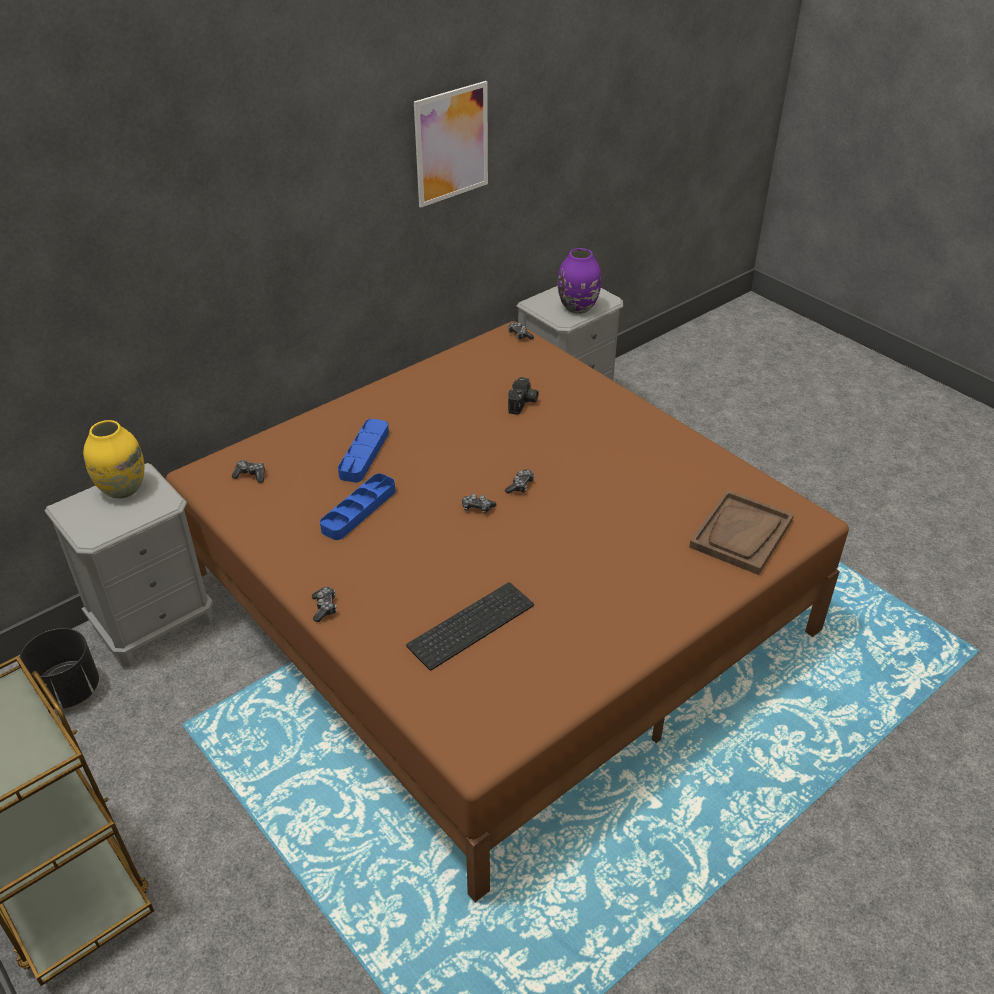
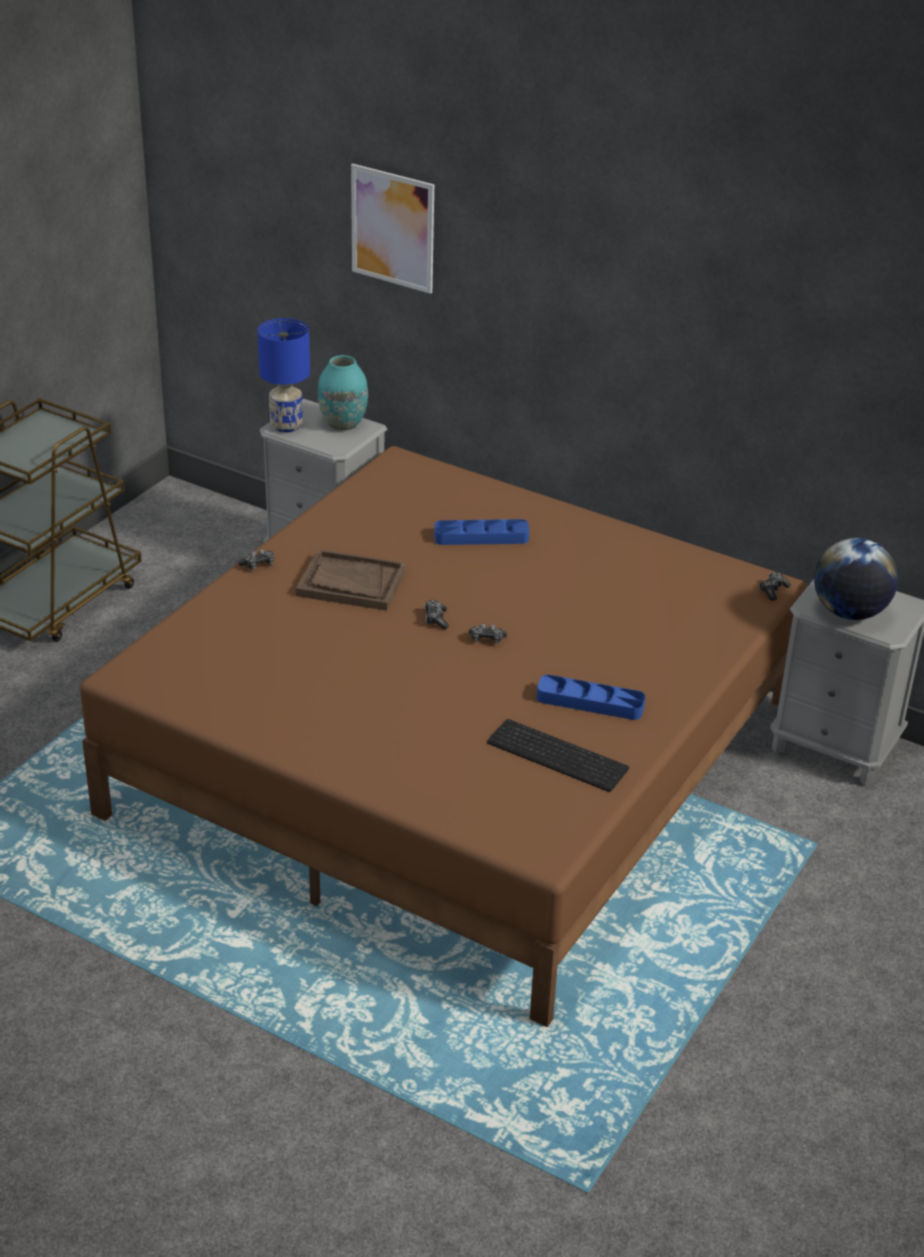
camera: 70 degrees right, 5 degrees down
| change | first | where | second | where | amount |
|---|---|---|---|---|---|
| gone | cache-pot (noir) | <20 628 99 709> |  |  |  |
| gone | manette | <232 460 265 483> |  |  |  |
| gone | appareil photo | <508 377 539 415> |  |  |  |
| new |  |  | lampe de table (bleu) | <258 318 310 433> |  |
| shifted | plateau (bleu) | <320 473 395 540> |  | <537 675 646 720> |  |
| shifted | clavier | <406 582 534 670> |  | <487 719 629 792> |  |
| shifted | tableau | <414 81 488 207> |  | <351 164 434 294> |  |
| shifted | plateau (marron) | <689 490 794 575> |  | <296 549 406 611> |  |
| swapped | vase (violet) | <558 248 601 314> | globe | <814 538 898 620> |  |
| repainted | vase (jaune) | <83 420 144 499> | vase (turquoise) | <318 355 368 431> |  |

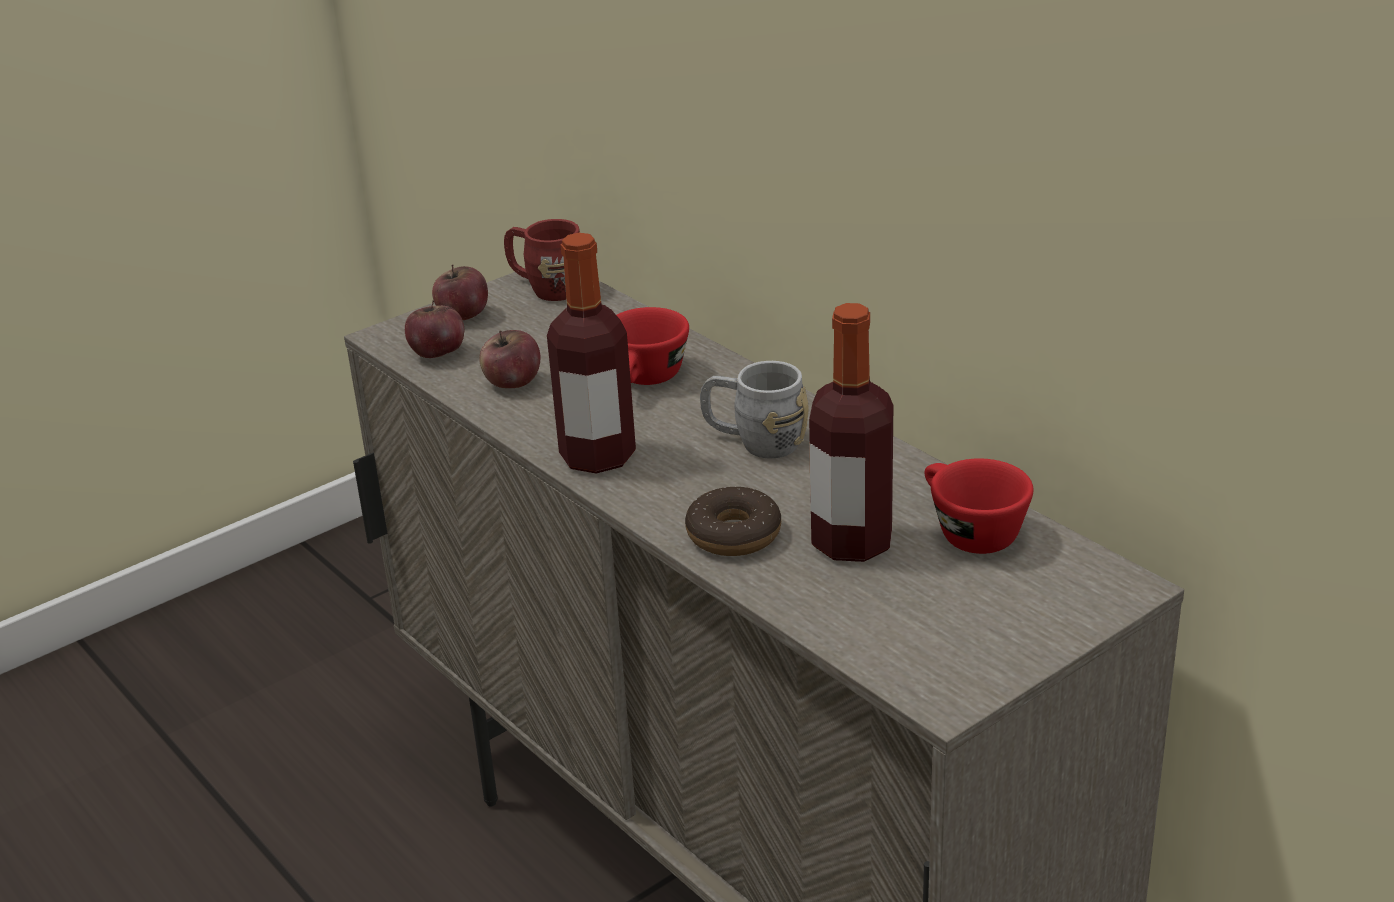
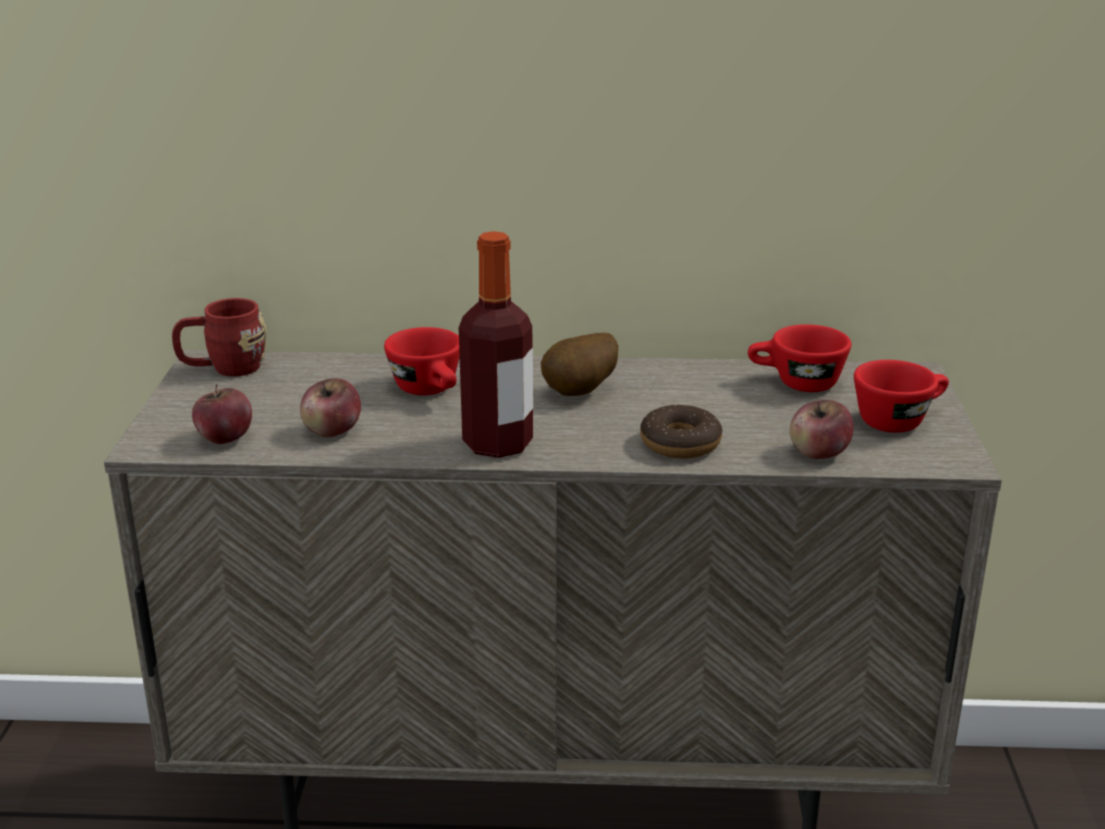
camera: 50 degrees left, 5 degrees down
| change | first | where | second | where | amount |
|---|---|---|---|---|---|
| gone | bouteille | <809 303 893 562> |  |  |  |
| new |  |  | tasse (rouge) | <854 360 949 433> |  |
| shifted | pomme | <432 264 488 320> |  | <790 400 854 459> |  |
| swapped | mug (gris) | <700 361 809 458> | pomme de terre | <541 333 618 396> |  |

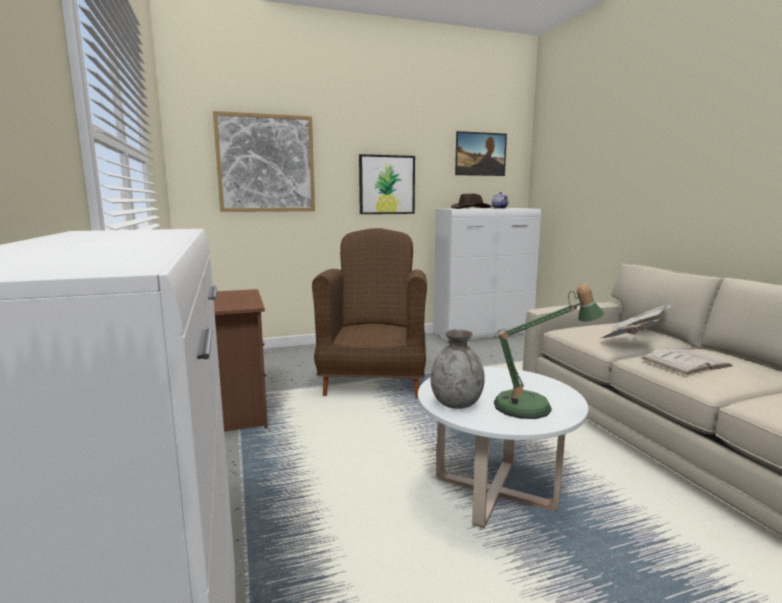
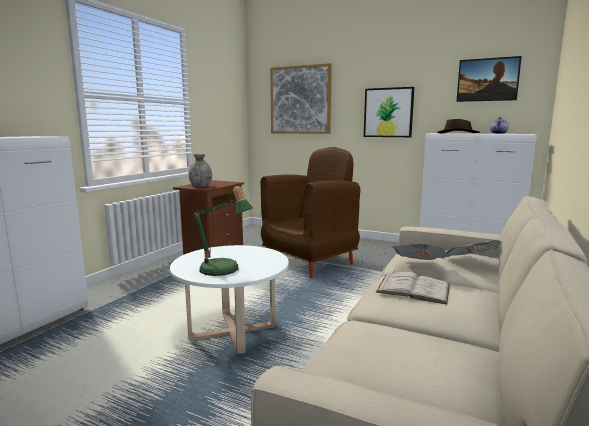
camera: 45 degrees right, 0 degrees up
| change | first | where | second | where | amount |
|---|---|---|---|---|---|
| shifted | vase (gris) | <430 329 485 409> |  | <189 154 212 187> |  |

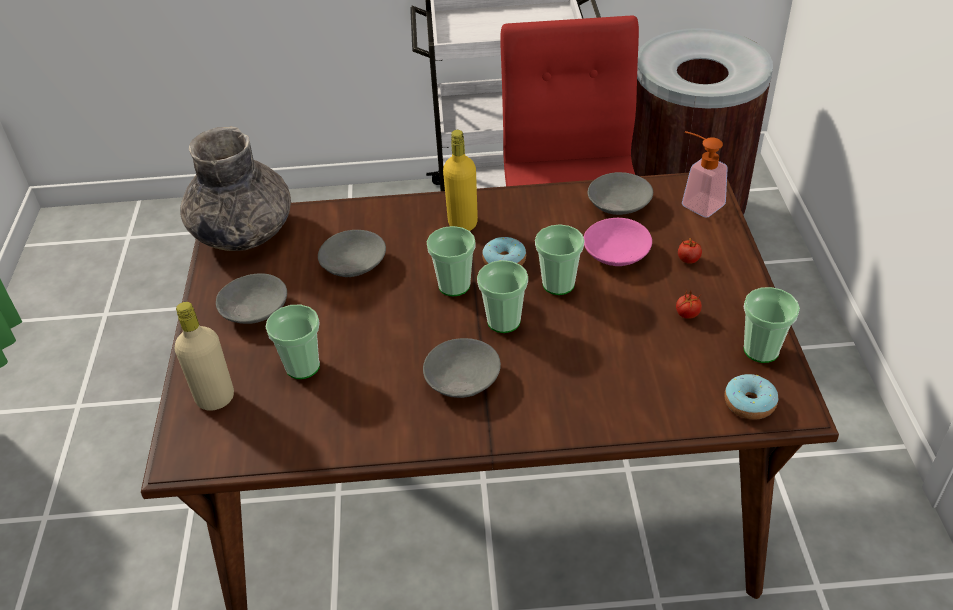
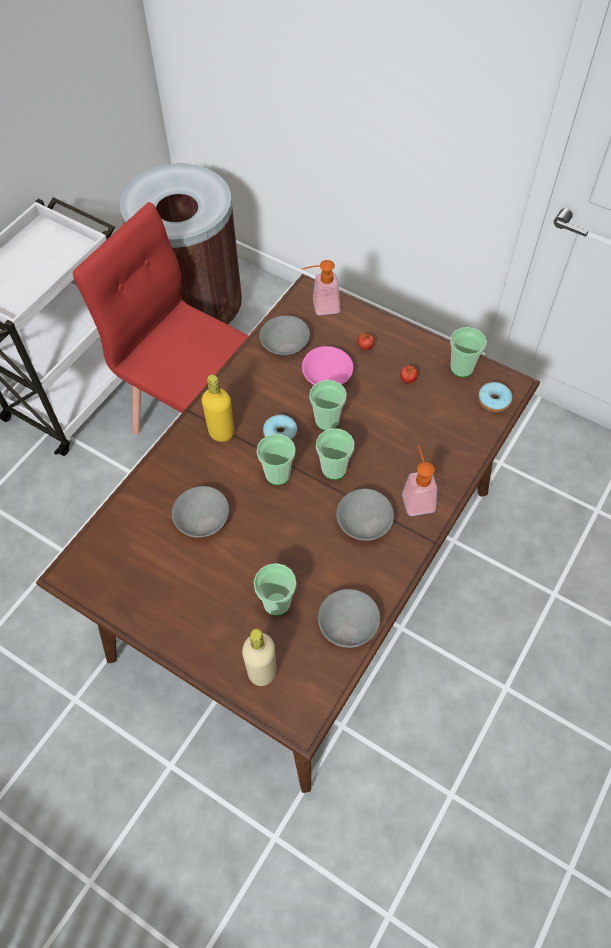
camera: 55 degrees left, 15 degrees up
| change | first | where | second | where | amount |
|---|---|---|---|---|---|
| gone | vase (gris) | <180 126 291 251> |  |  |  |
| new |  |  | distributeur de savon | <402 445 437 516> |  |
| shifted | bol (gris) | <216 273 287 324> |  | <318 589 380 648> |  |

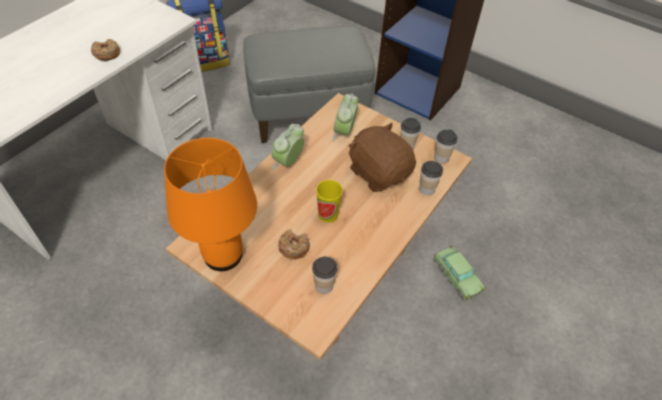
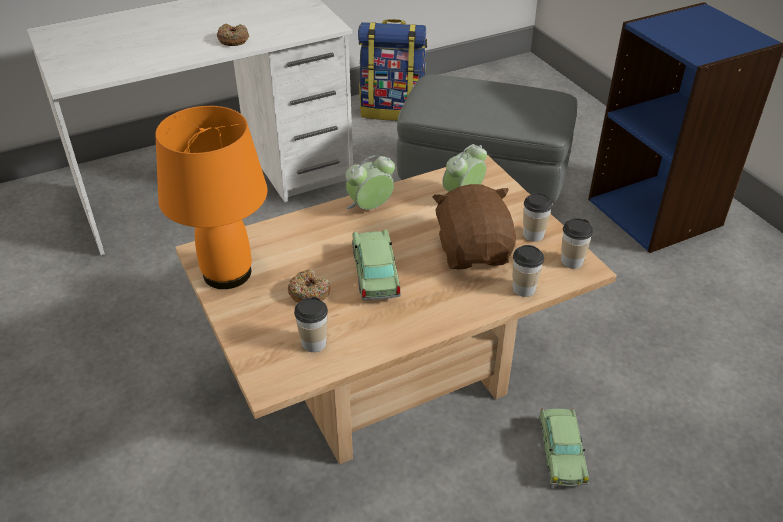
camera: 30 degrees right, 10 degrees down
| change | first | where | second | where | amount |
|---|---|---|---|---|---|
| swapped | tasse | <316 180 343 223> | petite voiture | <352 229 401 300> |  |

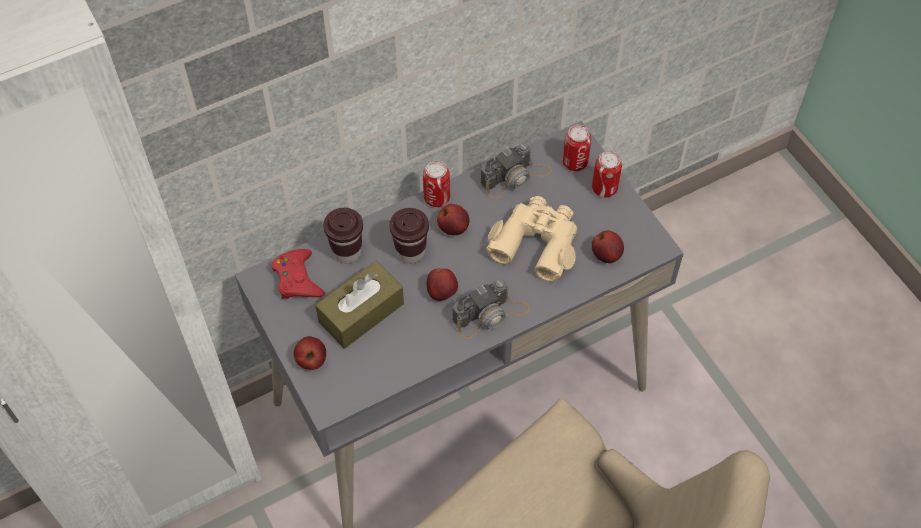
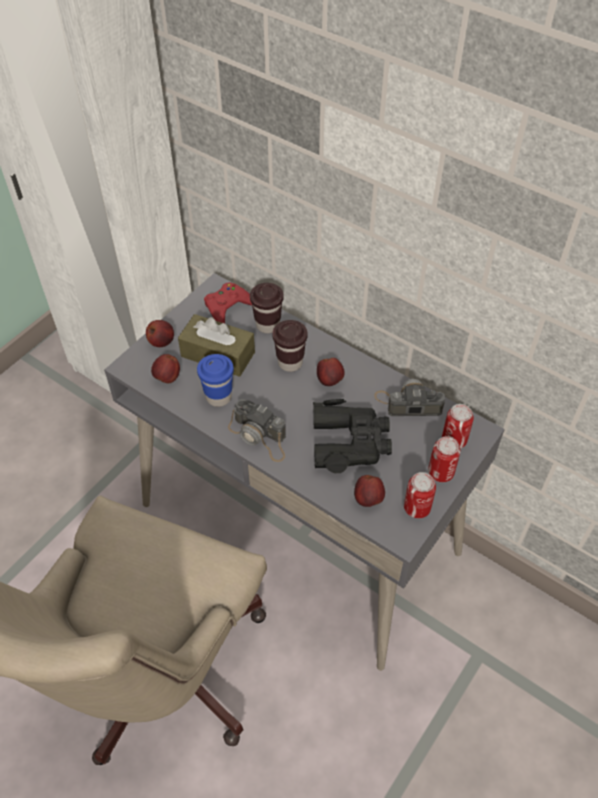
camera: 65 degrees right, 5 degrees down
| change | first | where | second | where | amount |
|---|---|---|---|---|---|
| new |  |  | tasse (bleu) | <197 354 234 407> |  |
| shifted | boîte métallique | <423 161 450 207> |  | <404 472 436 518> |  |
| shifted | pomme | <427 269 458 301> |  | <151 354 180 383> |  |
| repainted | jumelles (beige) | <486 196 577 282> | jumelles (noir) | <313 399 392 473> |  |
| rotated | appareil photo | <480 143 551 199> |  | <374 379 445 416> | 150 degrees clockwise |

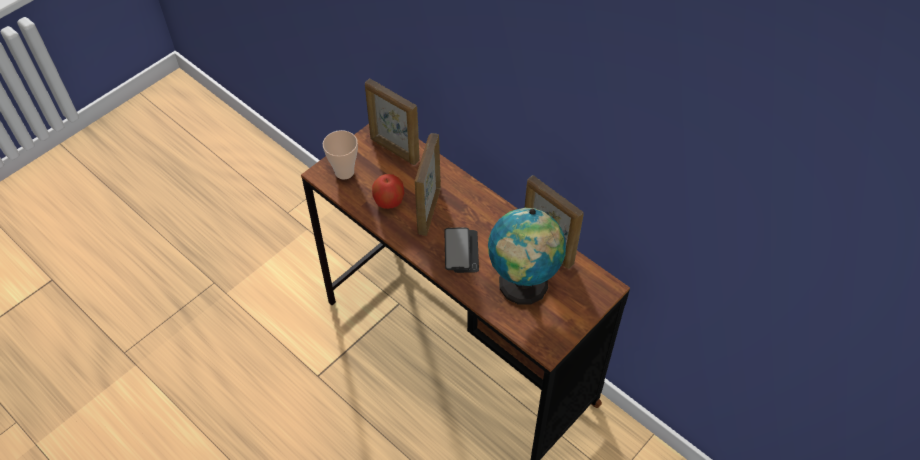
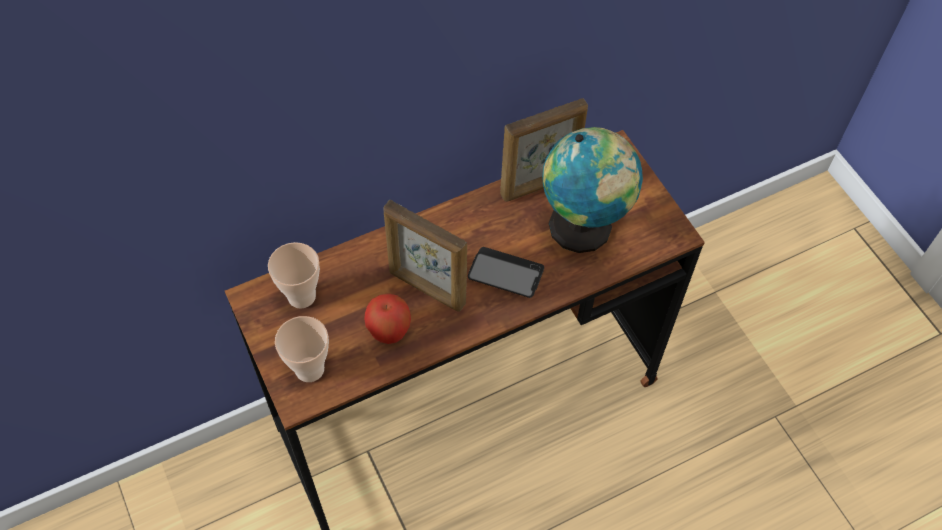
camera: 70 degrees left, 5 degrees up
| change | first | where | second | where | amount |
|---|---|---|---|---|---|
| swapped | cadre photo | <365 79 420 165> | tasse | <268 242 320 308> |  |

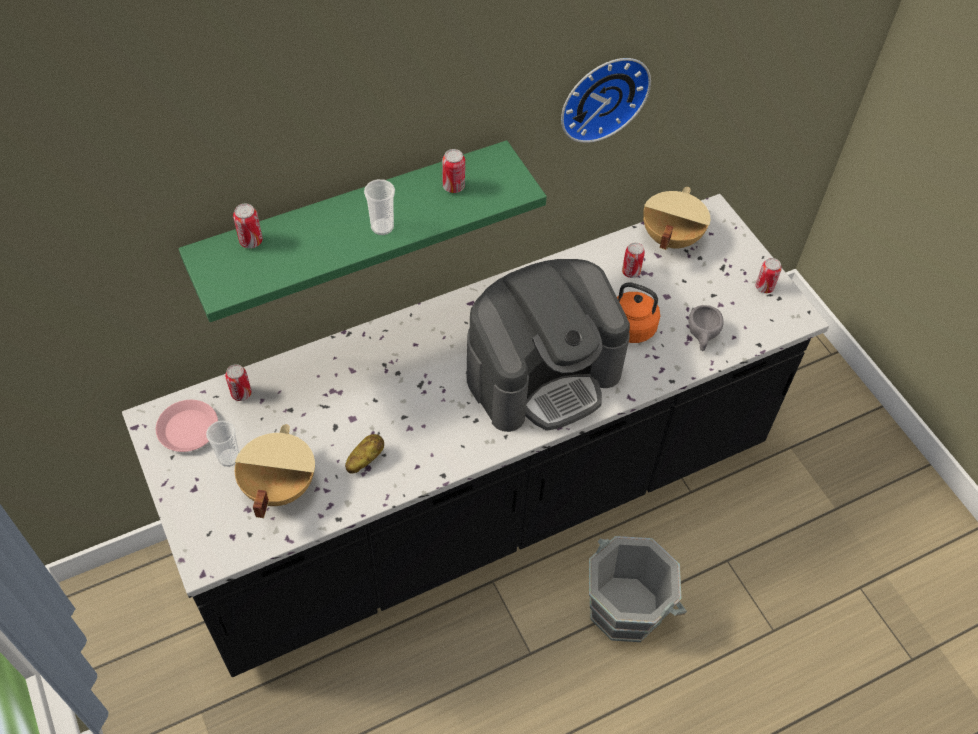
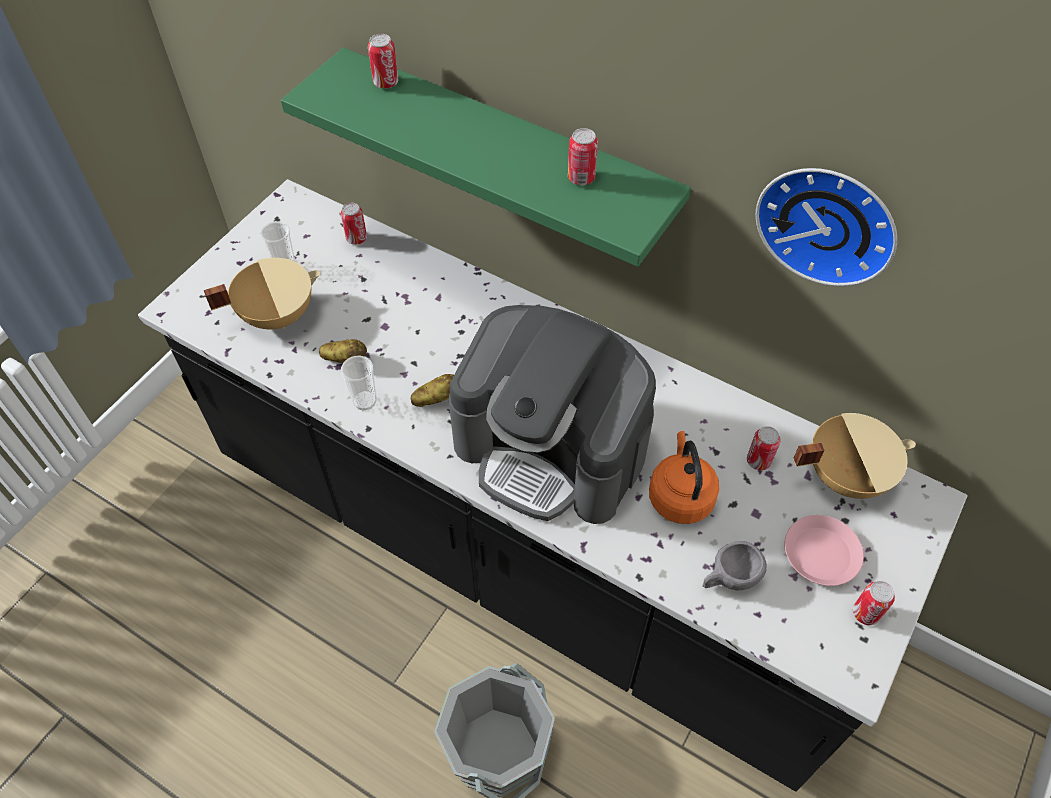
camera: 60 degrees right, 0 degrees up
| change | first | where | second | where | amount |
|---|---|---|---|---|---|
| new |  |  | pomme de terre | <411 374 454 407> |  |
| shifted | assiette (rose) | <156 400 218 452> |  | <784 515 864 586> |  |
| shifted | tasse | <364 179 395 235> |  | <341 356 377 410> |  |

